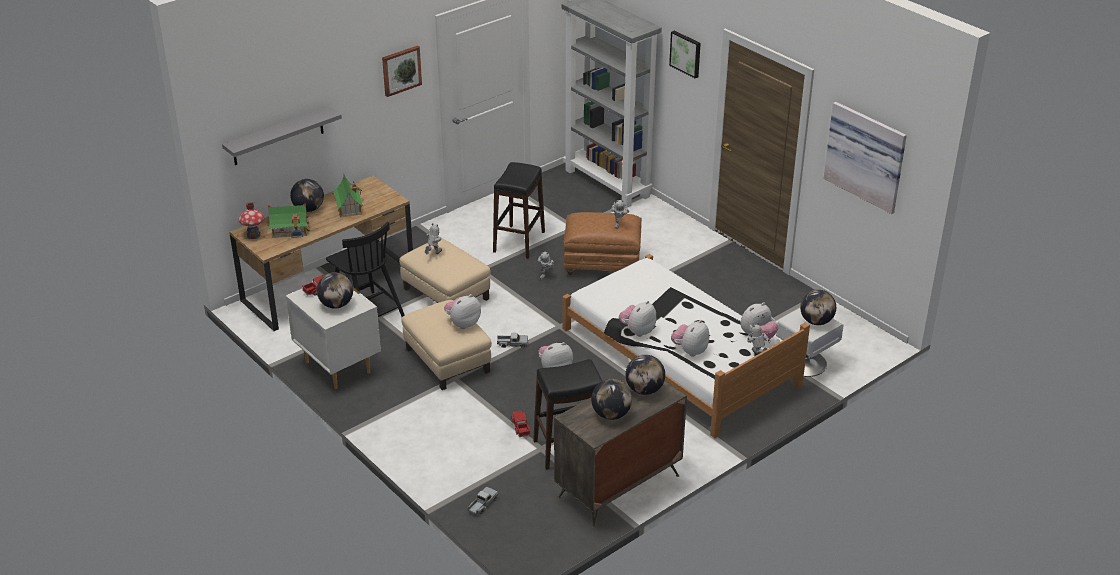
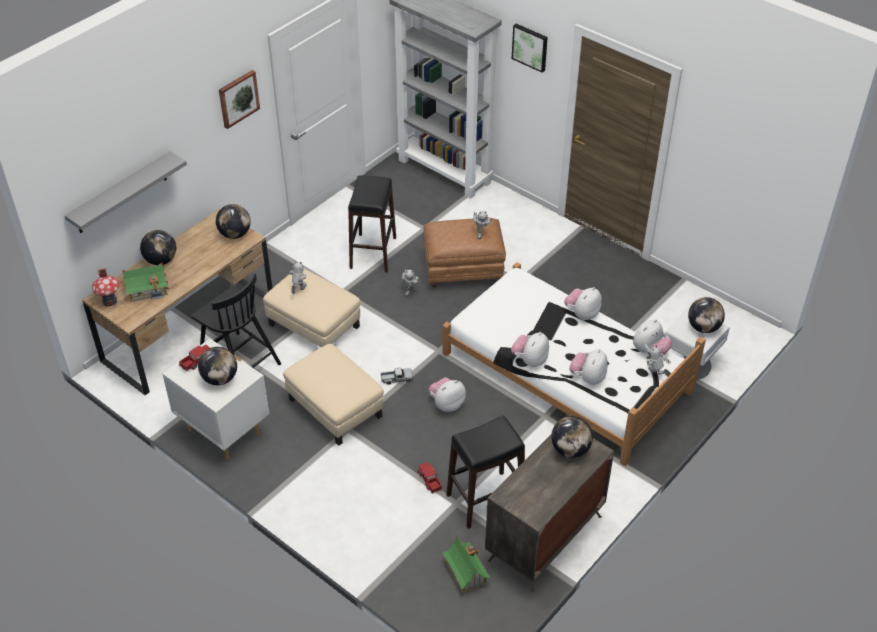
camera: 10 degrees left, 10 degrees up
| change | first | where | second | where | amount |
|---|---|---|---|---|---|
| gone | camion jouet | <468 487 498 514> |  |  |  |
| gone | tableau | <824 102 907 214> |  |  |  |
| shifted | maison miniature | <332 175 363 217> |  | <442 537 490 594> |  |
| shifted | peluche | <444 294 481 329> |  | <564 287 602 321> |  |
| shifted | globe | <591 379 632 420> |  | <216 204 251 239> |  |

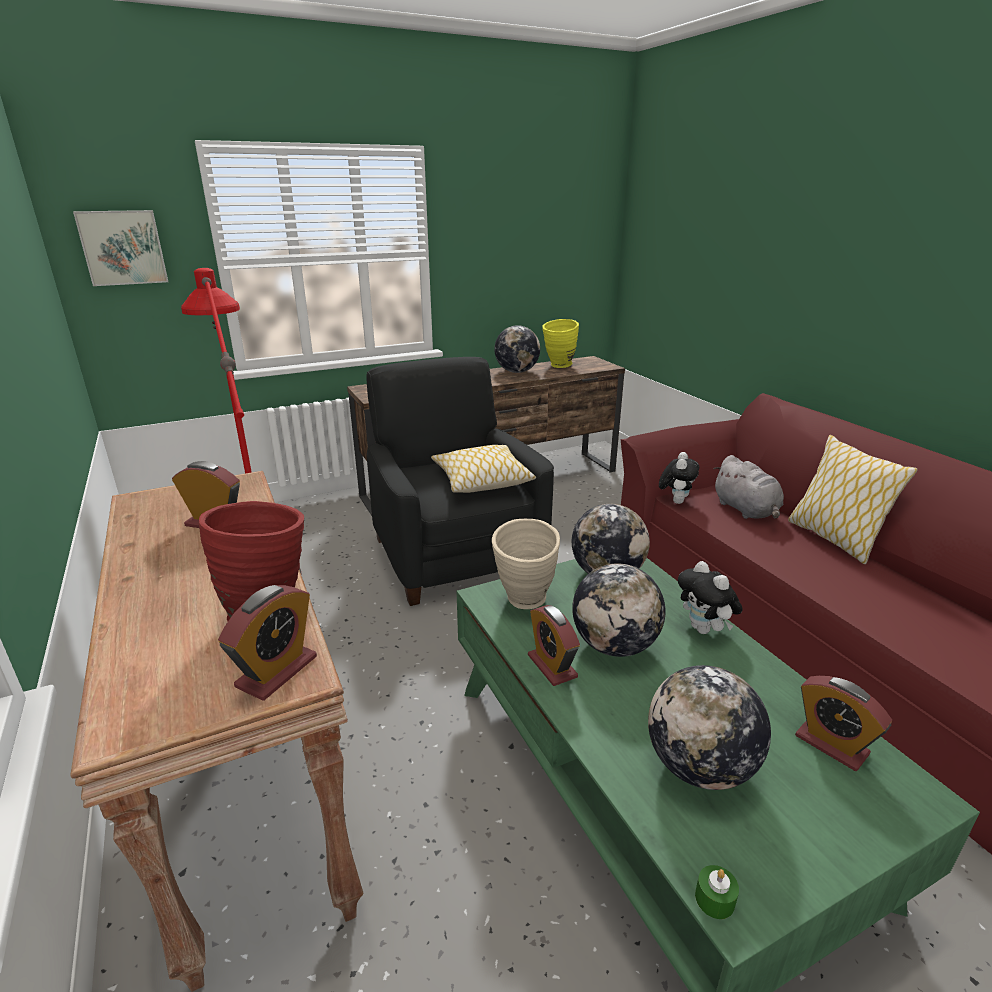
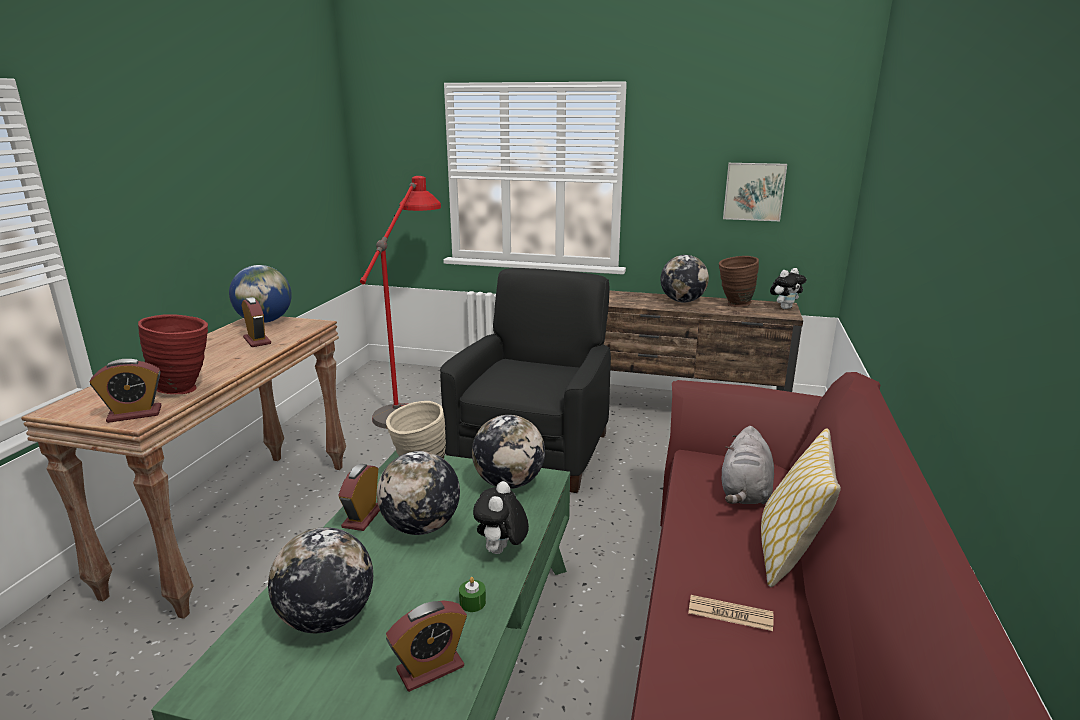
camera: 40 degrees right, 5 degrees down
| change | first | where | second | where | amount |
|---|---|---|---|---|---|
| gone | coussin | <431 445 536 493> |  |  |  |
| new |  |  | globe | <229 265 292 323> |  |
| new |  |  | journal | <688 595 774 631> |  |
| shifted | tableau | <73 210 168 286> |  | <723 163 787 221> |  |
| shifted | peluche | <659 452 699 504> |  | <770 268 807 309> |  |
| shifted | bougie (vert) | <695 865 739 919> |  | <459 577 486 612> |  |
| repainted | vase (jaune) | <542 319 579 368> | vase (marron) | <719 256 759 307> |  |
| rotated | réveil | <795 676 892 771> |  | <386 600 467 692> | 120 degrees counterclockwise |

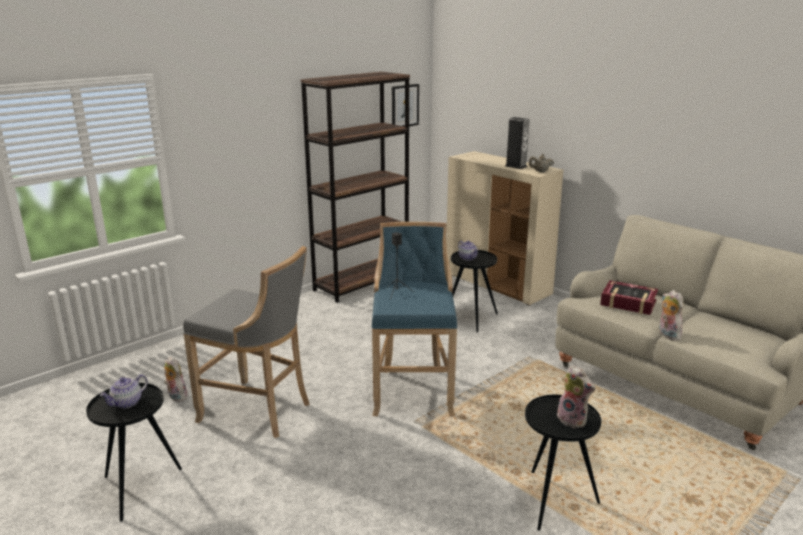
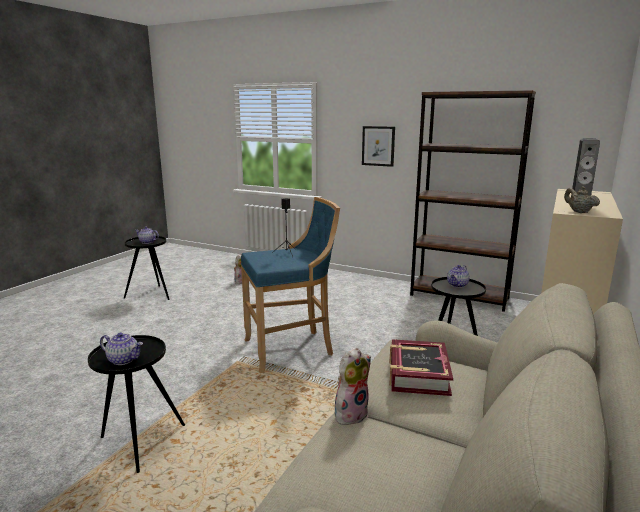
camera: 70 degrees right, 5 degrees down
| change | first | where | second | where | amount |
|---|---|---|---|---|---|
| gone | tabouret (gris) | <183 246 310 438> |  |  |  |
| shifted | tableau | <392 84 419 127> |  | <362 126 395 167> |  |
| swapped | peluche | <557 365 595 428> | théière | <100 332 143 365> |  |

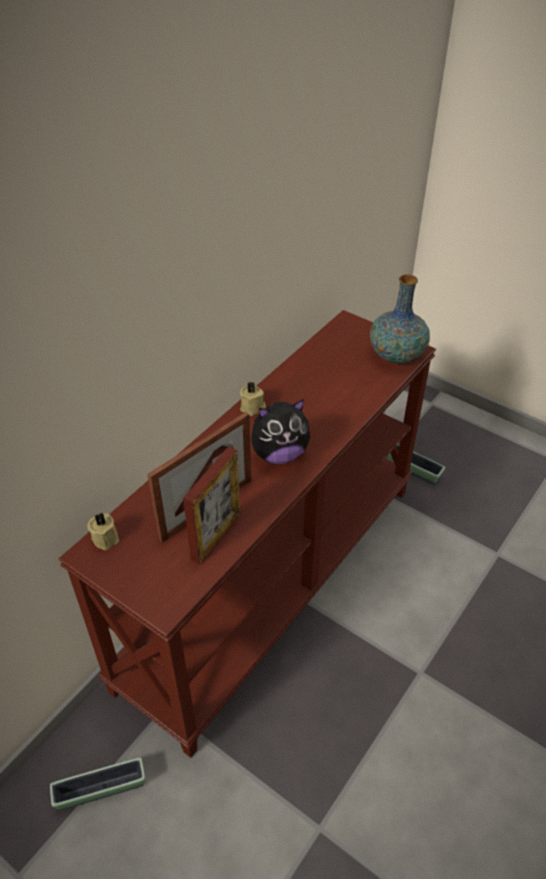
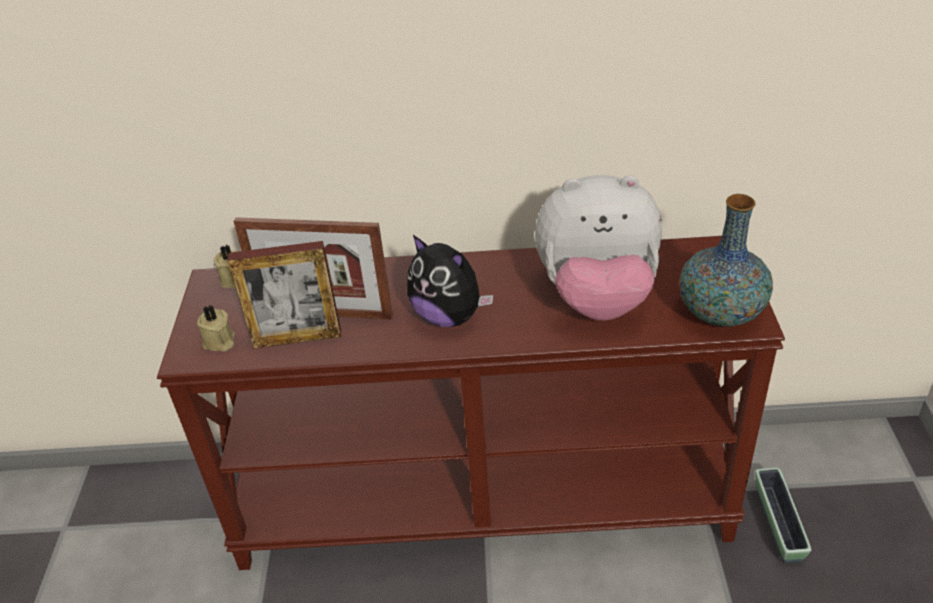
camera: 55 degrees right, 5 degrees down
| change | first | where | second | where | amount |
|---|---|---|---|---|---|
| gone | cache-pot | <50 757 145 810> |  |  |  |
| new |  |  | peluche | <535 175 662 320> |  |
| shifted | bougie (beige) | <240 382 266 416> |  | <197 305 235 352> |  |

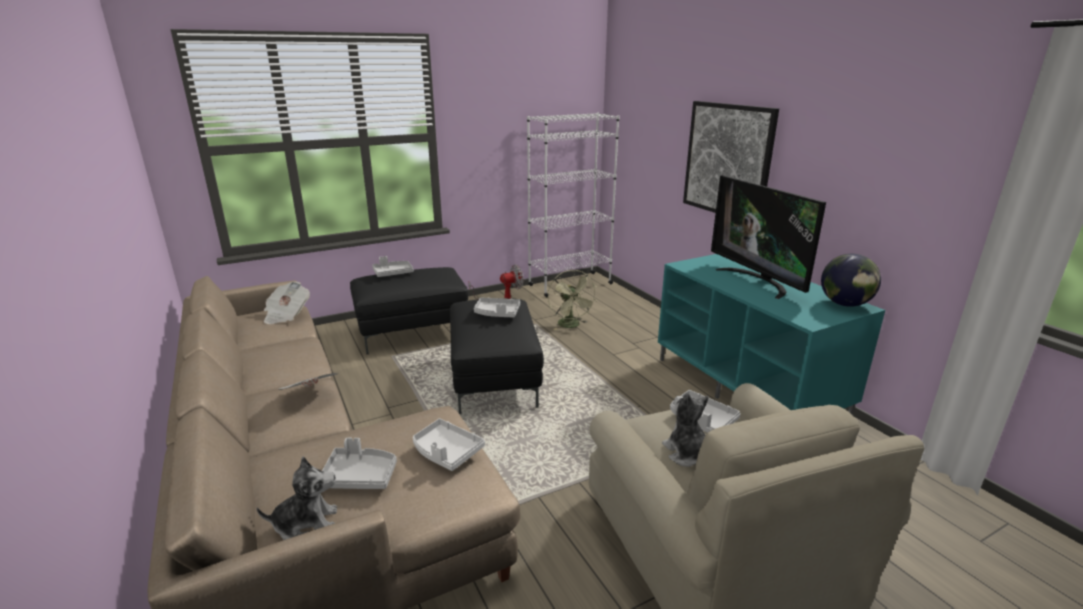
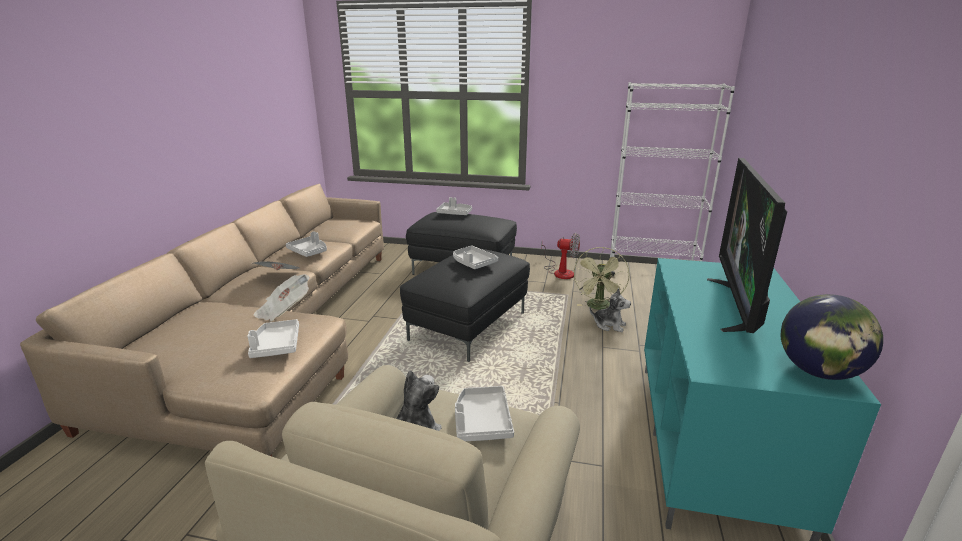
camera: 40 degrees right, 0 degrees up
| change | first | where | second | where | amount |
|---|---|---|---|---|---|
| gone | tableau | <683 101 779 213> |  |  |  |
| shifted | peluche | <256 457 337 540> |  | <590 288 631 332> |  |
| shifted | journal | <264 282 310 324> |  | <254 274 310 321> |  |
| shifted | plateau (gris) | <322 438 397 489> |  | <286 231 327 257> |  |

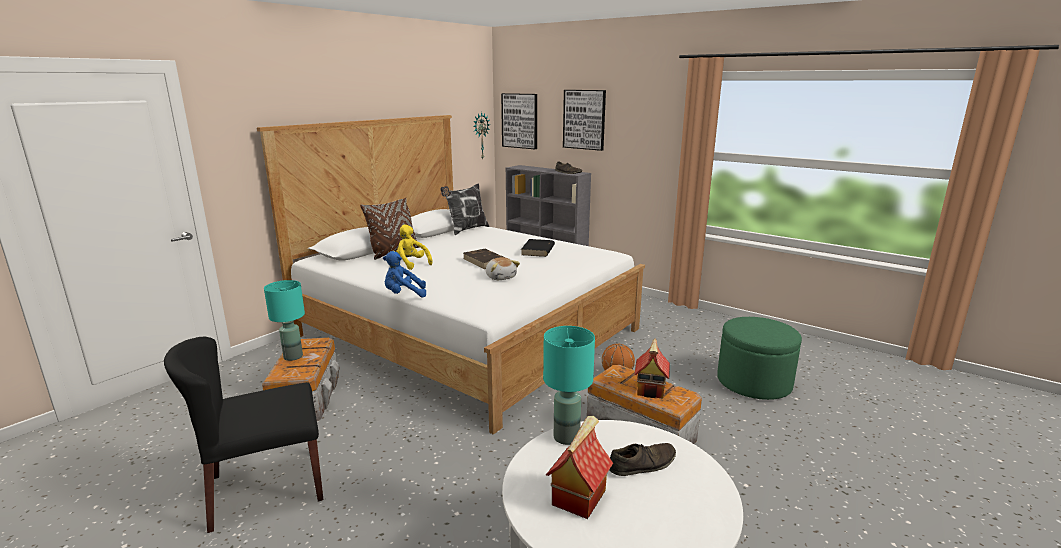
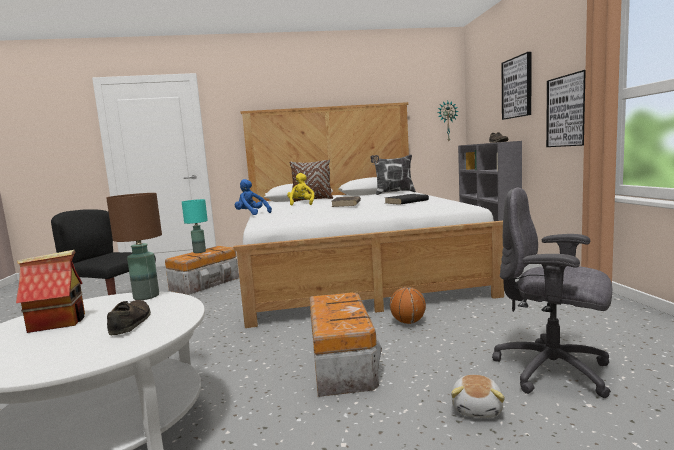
camera: 45 degrees right, 10 degrees down
| change | first | where | second | where | amount |
|---|---|---|---|---|---|
| gone | maison miniature | <634 338 670 399> |  |  |  |
| shifted | peluche | <486 257 520 280> |  | <451 375 505 418> |  |
| shifted | tableau | <501 93 537 149> |  | <546 70 586 147> |  |
| swapped | pouf (vert) | <717 317 802 400> | chaise de bureau (gris) | <492 188 612 398> |  |
| repainted | lampe de table (turquoise) | <543 326 595 445> | lampe de table (marron) | <106 193 162 300> |  |
| rotated | chaussure (marron) | <609 443 676 476> |  | <107 300 151 335> | 120 degrees counterclockwise |

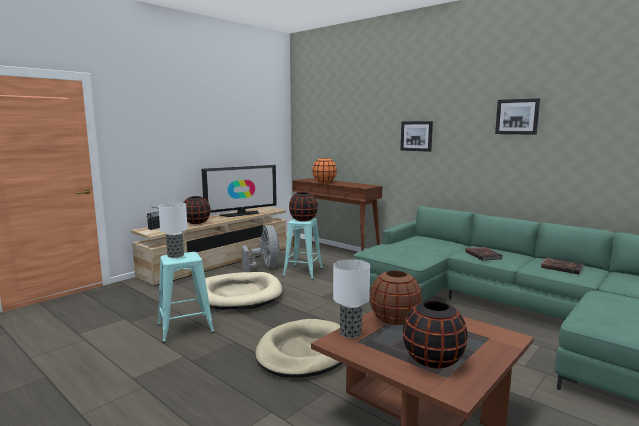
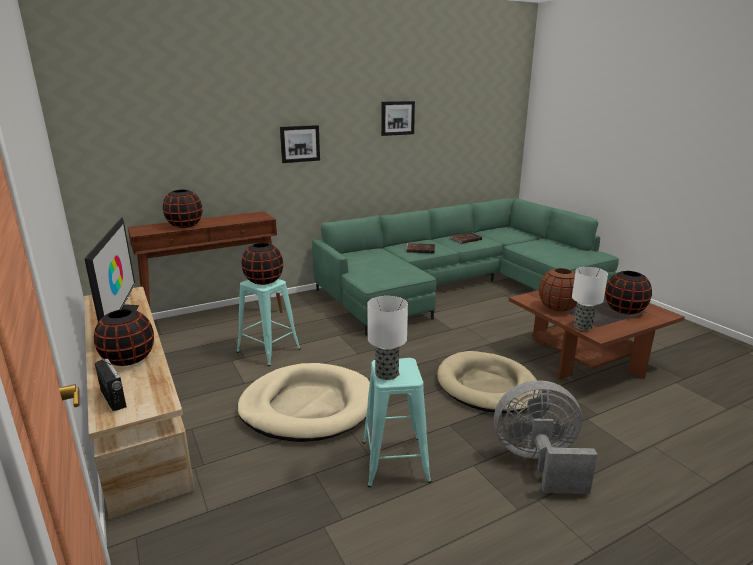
camera: 70 degrees left, 10 degrees up
| change | first | where | second | where | amount |
|---|---|---|---|---|---|
| shifted | ventilateur (gris) | <242 225 280 272> |  | <494 380 598 494> |  |
| repainted | vase (orange) | <312 158 337 183> | vase (noir) | <163 190 202 228> |  |

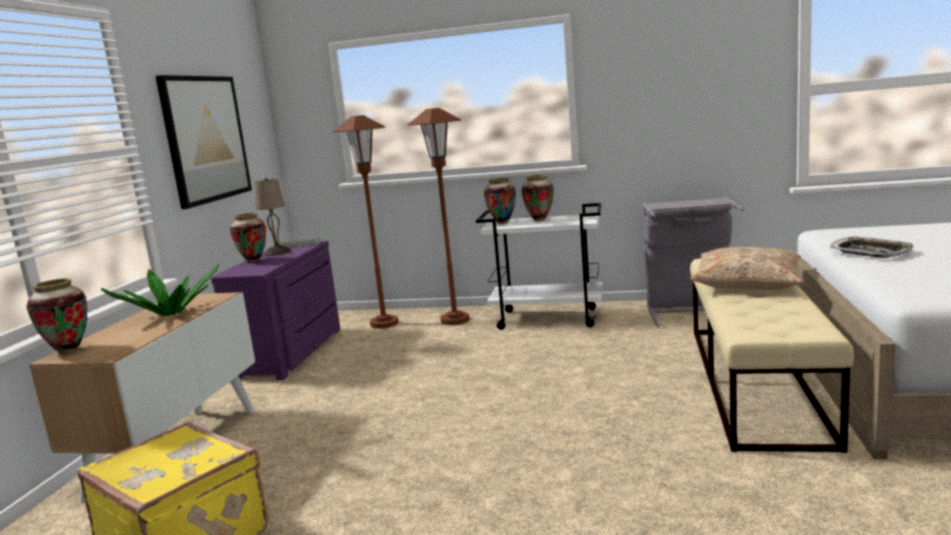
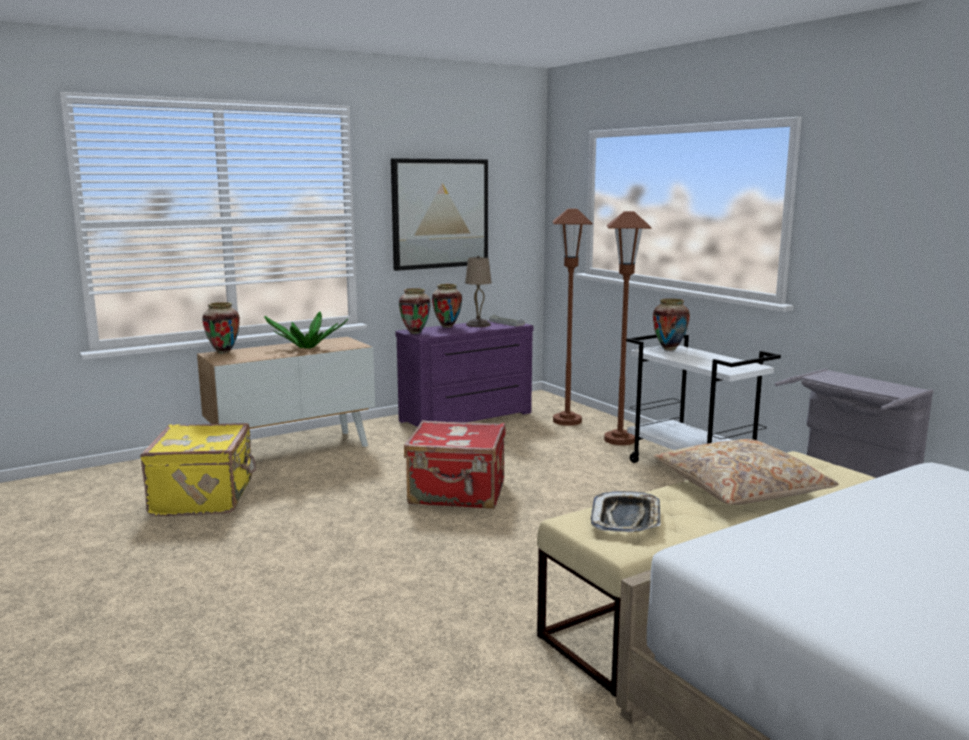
camera: 45 degrees right, 0 degrees up
| change | first | where | second | where | amount |
|---|---|---|---|---|---|
| new |  |  | valise (rouge) | <404 420 506 509> |  |
| shifted | vase | <521 175 554 221> |  | <399 288 431 334> |  |
| shifted | plateau | <830 237 914 258> |  | <591 491 660 532> |  |

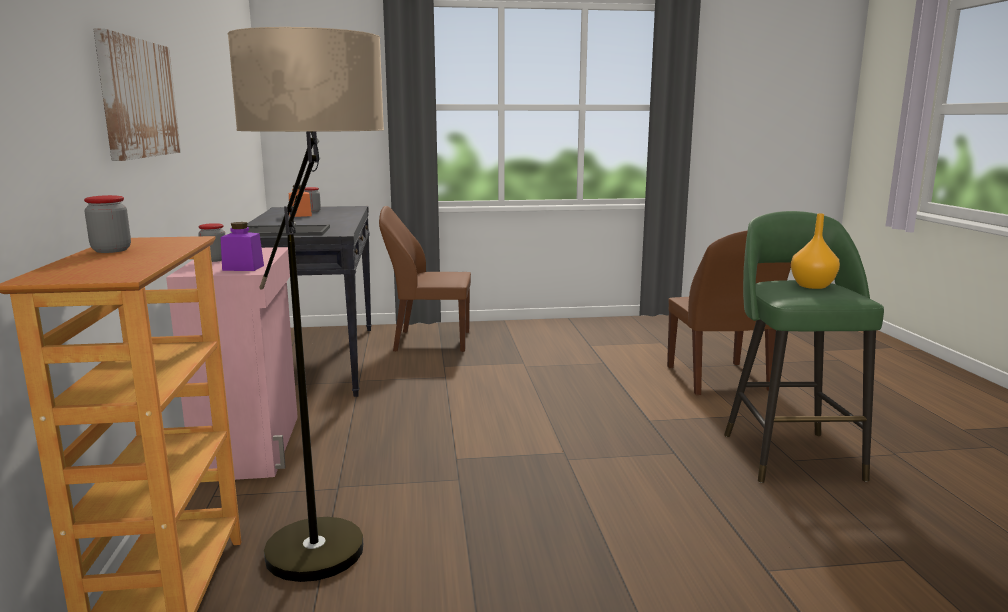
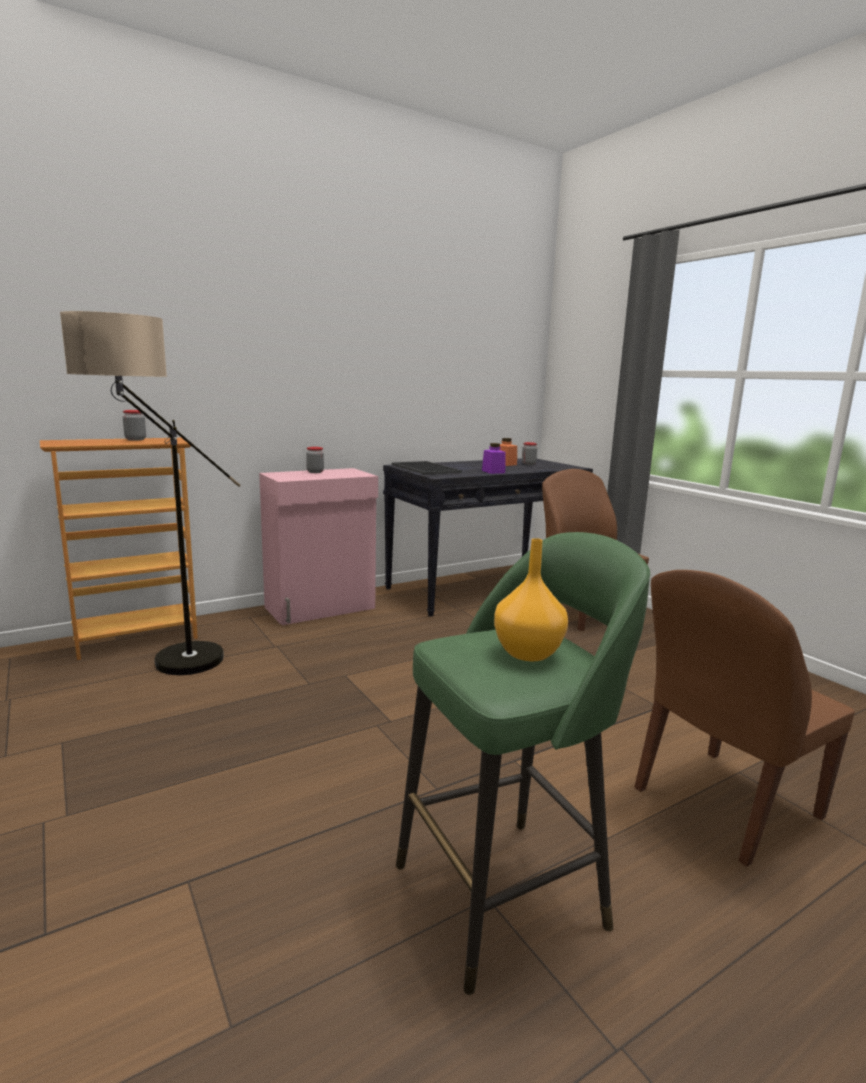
camera: 65 degrees right, 0 degrees up
| change | first | where | second | where | amount |
|---|---|---|---|---|---|
| gone | tableau | <94 28 181 161> |  |  |  |
| shifted | bocal (violet) | <221 222 264 271> |  | <482 443 506 474> |  |

